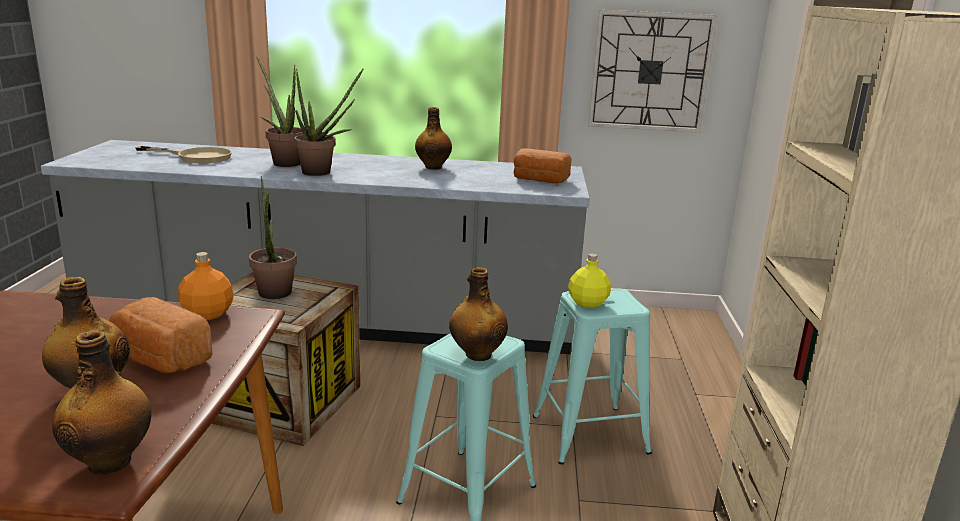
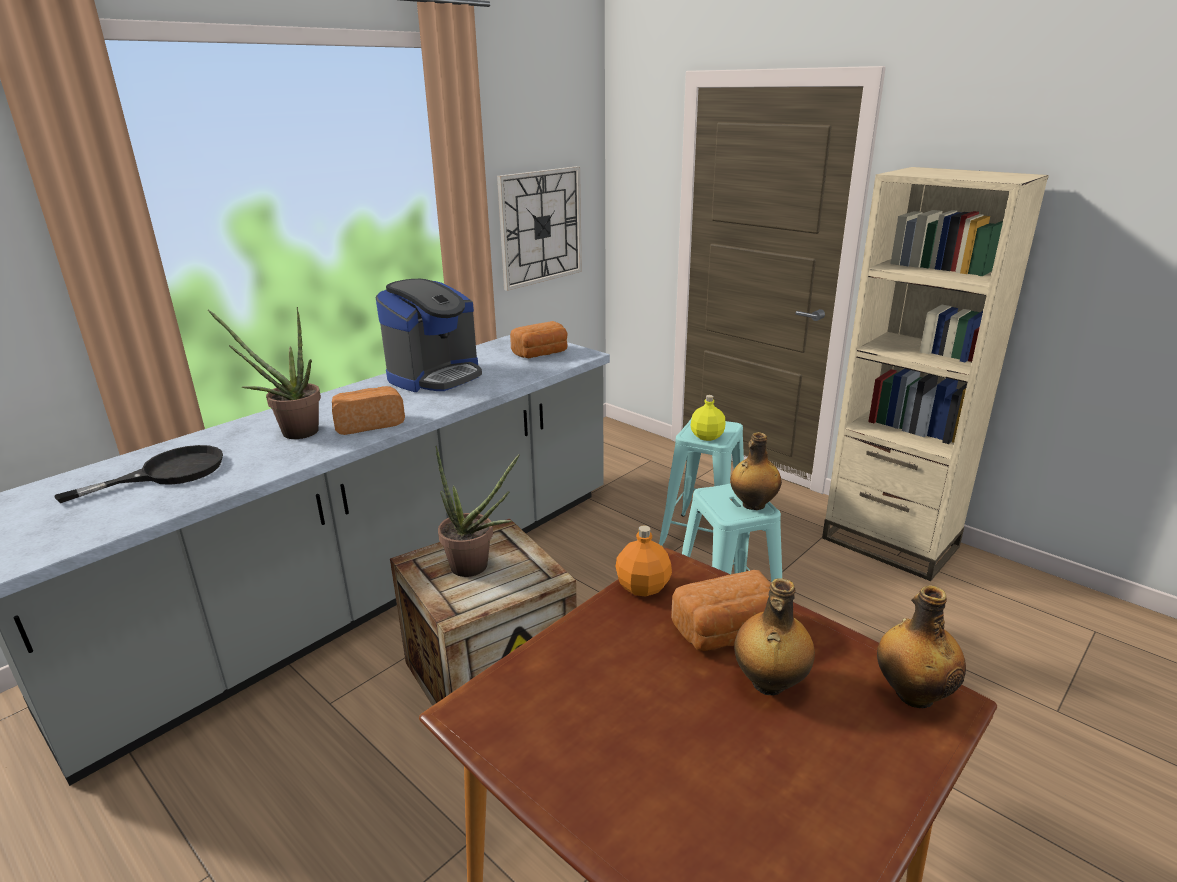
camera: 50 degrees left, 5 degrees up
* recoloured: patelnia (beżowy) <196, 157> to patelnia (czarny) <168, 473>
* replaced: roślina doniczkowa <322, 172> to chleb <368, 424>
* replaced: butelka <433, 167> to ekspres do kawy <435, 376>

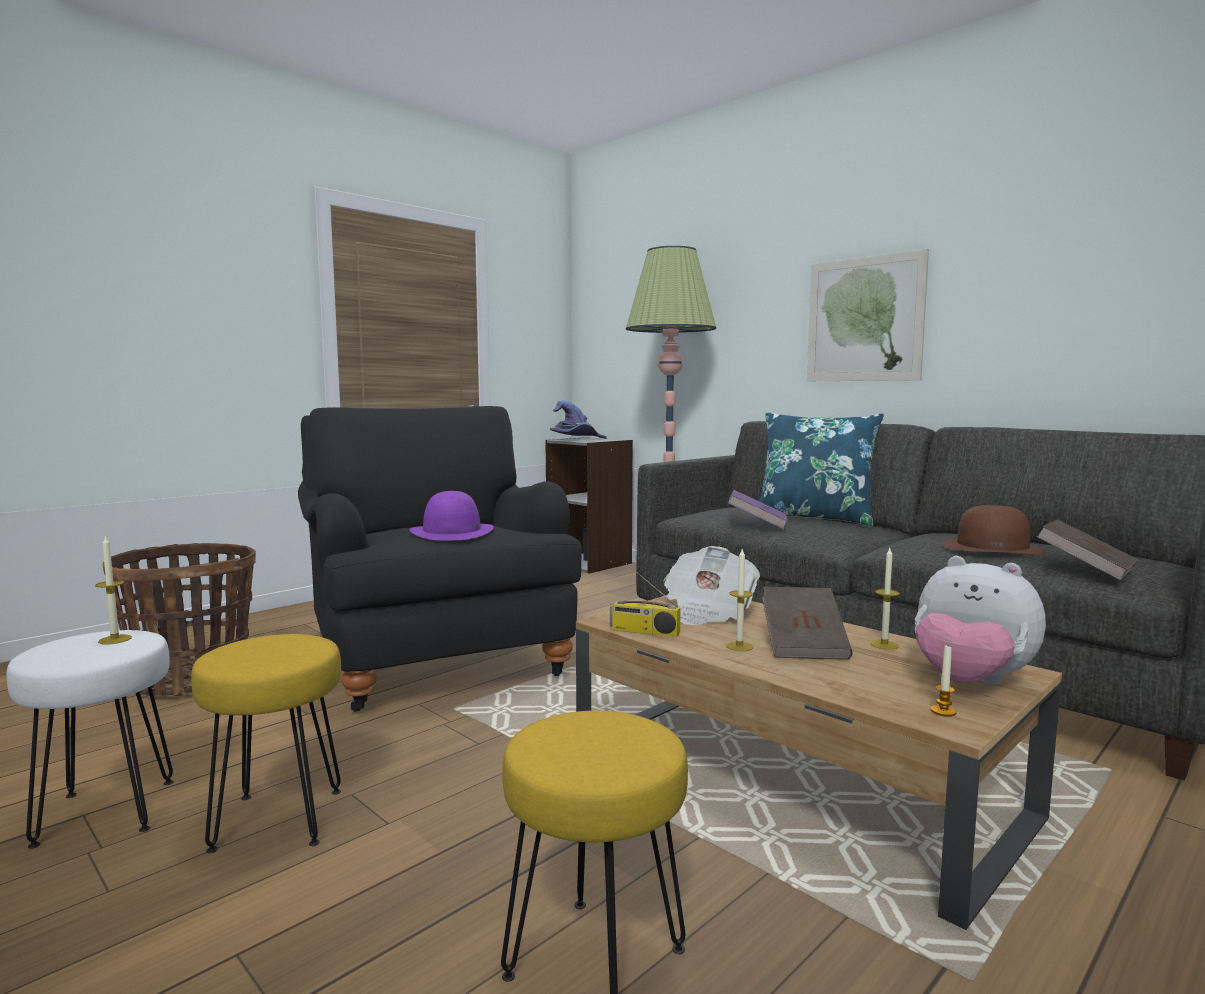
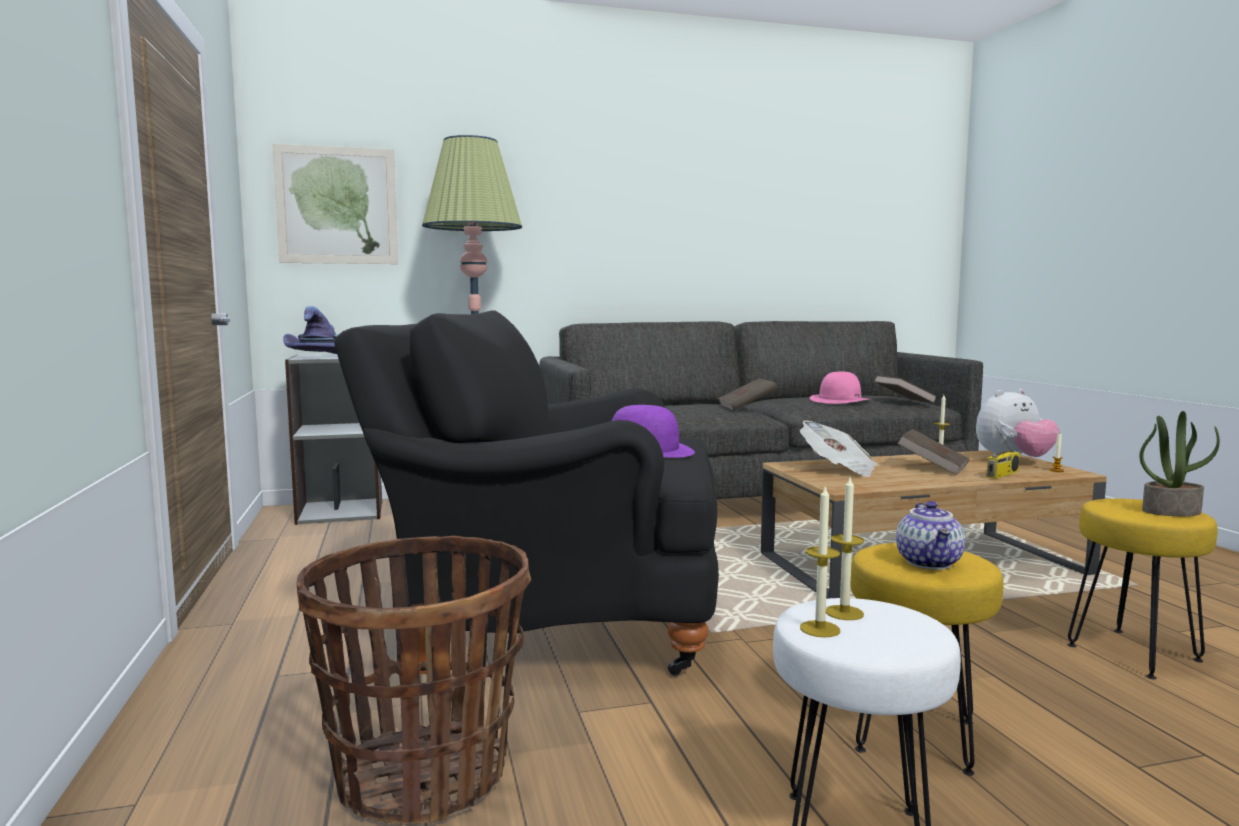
camera: 60 degrees left, 0 degrees up
* moved: radio <644, 631> to <1002, 474>
* moved: świeca <739, 646> to <820, 629>
* removed: książka (fioletowy) <757, 524>
* removed: poduszka (niebieski) <814, 518>
* moved: obraz <864, 319> to <337, 205>
* recoloured: kapelusz (brązowy) <992, 548> to kapelusz (różowy) <839, 400>
* added: książka (brązowy) <746, 407>
* added: imbryk <930, 563>
* added: roślina doniczkowa <1171, 511>

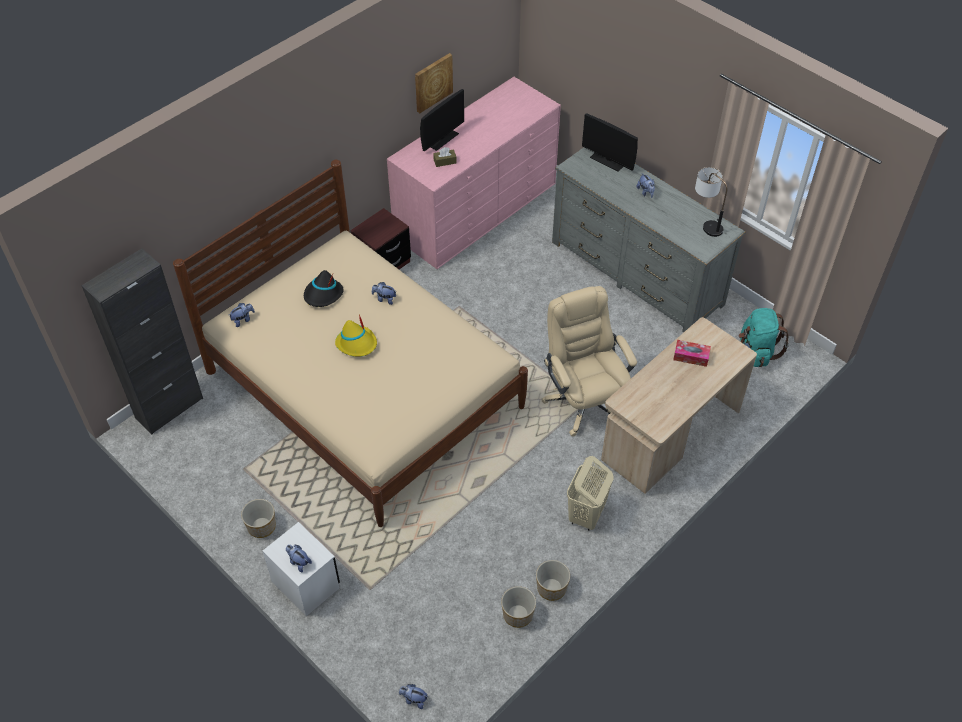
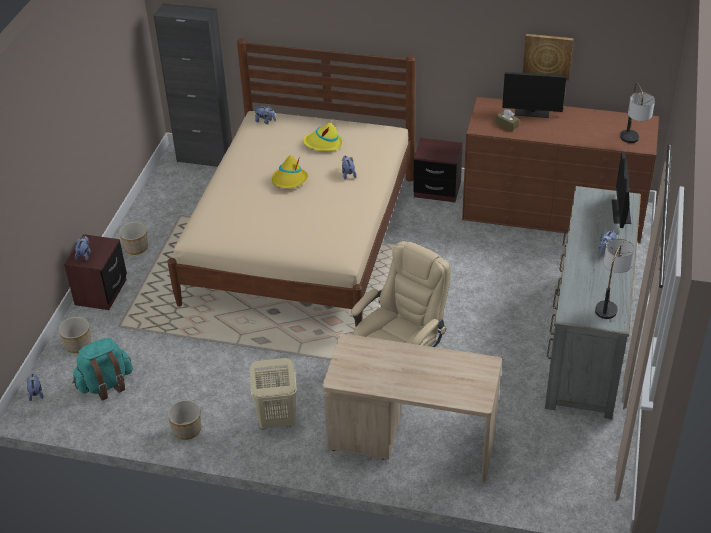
camera: 60 degrees right, 10 degrees down
* recoloured: szafka nocna (biały) <306, 584> to szafka nocna (brązowy) <101, 292>
* recoloured: kapelusz (czarny) <323, 295> to kapelusz (żółty) <323, 144>
* recoloured: komoda (różowy) <476, 210> to komoda (brązowy) <553, 211>
* moved: donica <518, 614> to <78, 345>
* removed: pudełko chusteczek <691, 356>
* moved: plecak (turkusowy) <756, 351> to <106, 384>
* added: lampa stołowa <632, 143>

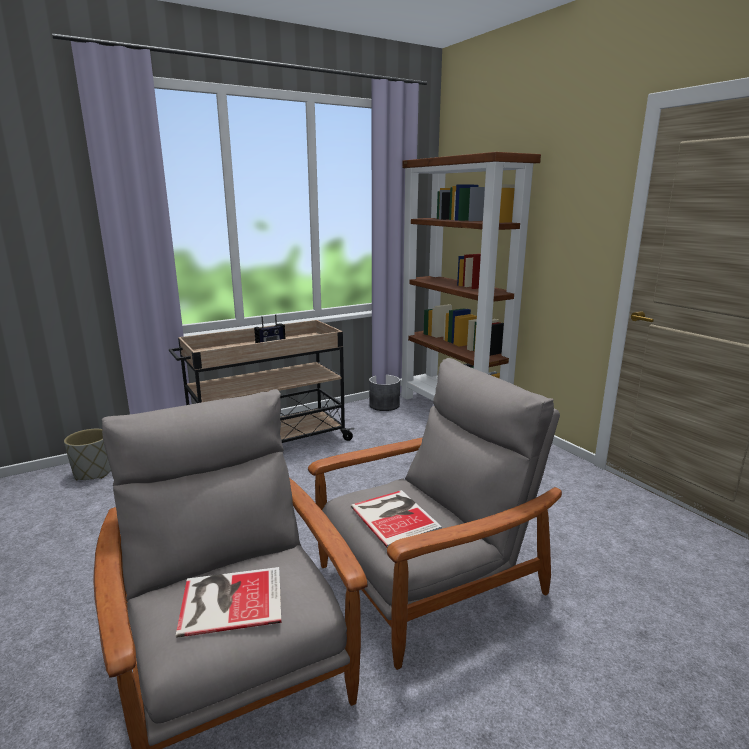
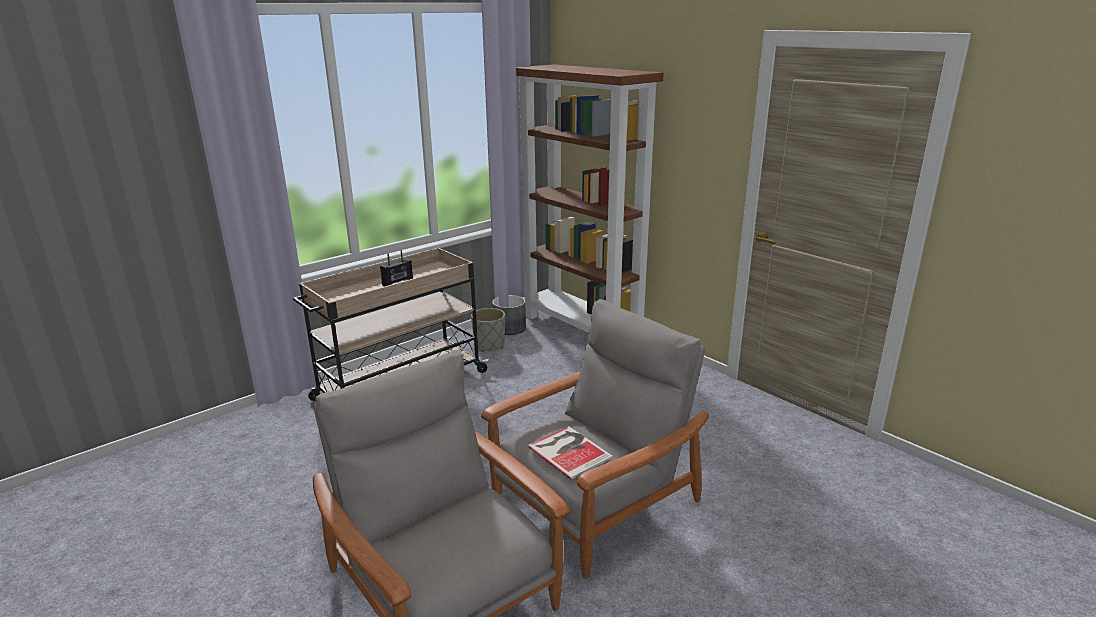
camera: 10 degrees left, 5 degrees up
* moved: donica (szary) <94, 473> to <489, 345>
* removed: książka <229, 599>

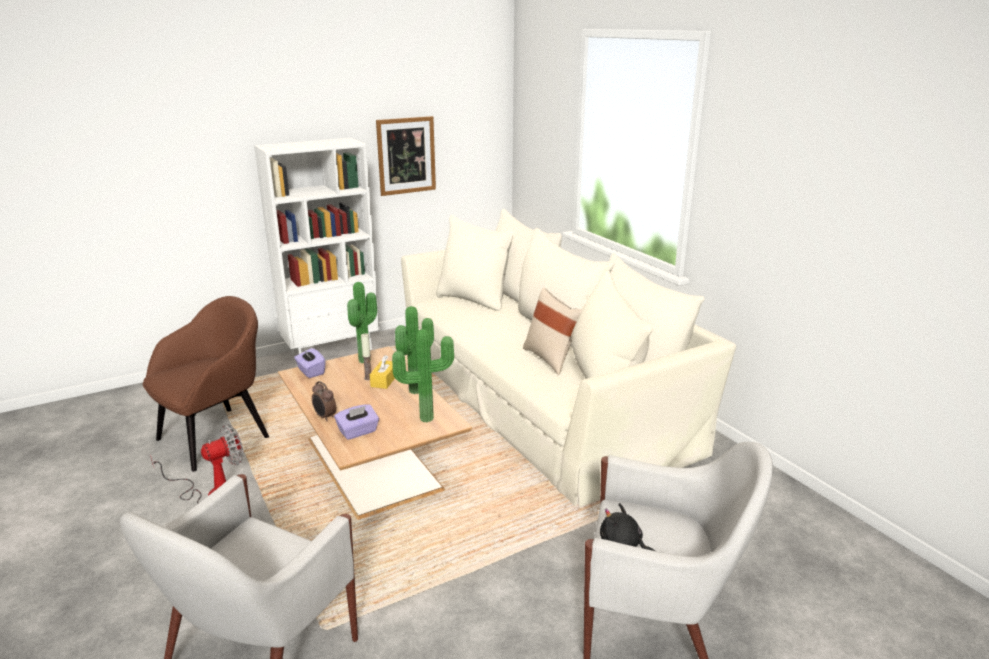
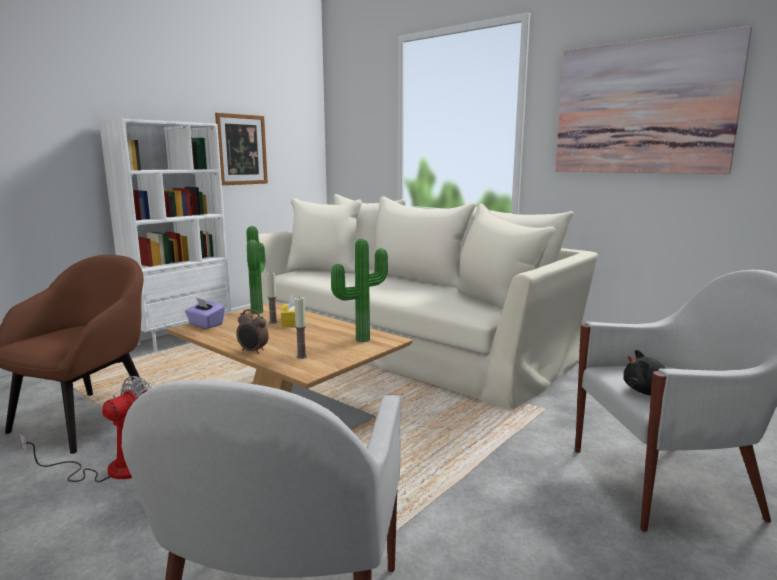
camera: 20 degrees left, 10 degrees down
* replaced: pudełko chusteczek (fioletowy) <358, 432> to świeca <301, 356>
* removed: roślina doniczkowa <417, 391>
* removed: poduszka (beżowy) <551, 359>
* added: obraz <642, 108>

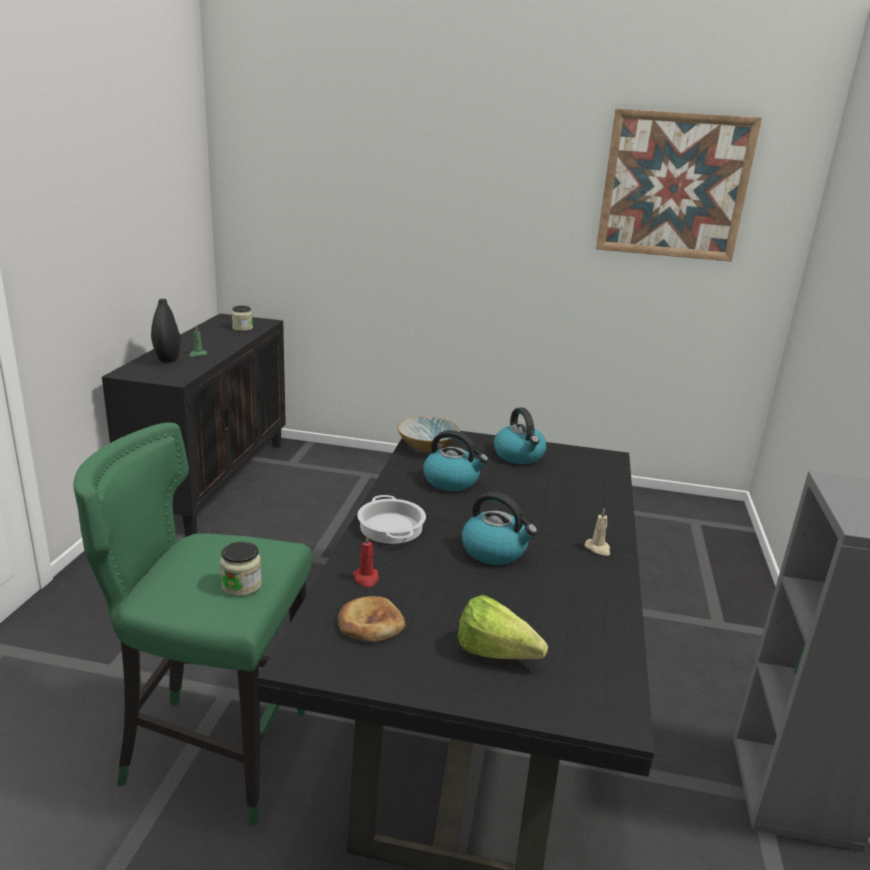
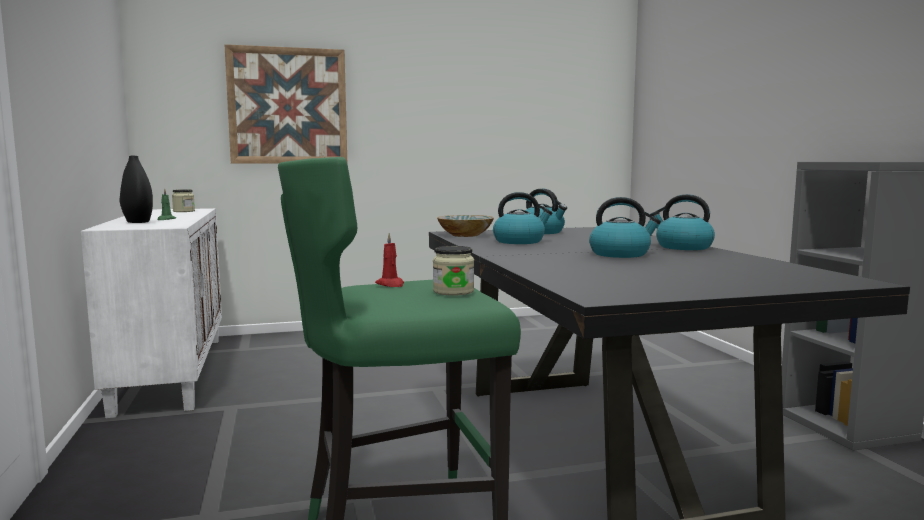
camera: 25 degrees left, 15 degrees down
* recoloured: szafka (czarny) <212, 481> to szafka (biały) <170, 372>
* removed: chleb <370, 624>
* moved: świeca (czerwony) <366, 578> to <390, 284>
* removed: garnek <390, 527>
* removed: sałata <501, 657>
* replaced: świeca (beżowy) <598, 549> to czajnik <682, 247>
* moved: obraz <674, 186> to <288, 106>

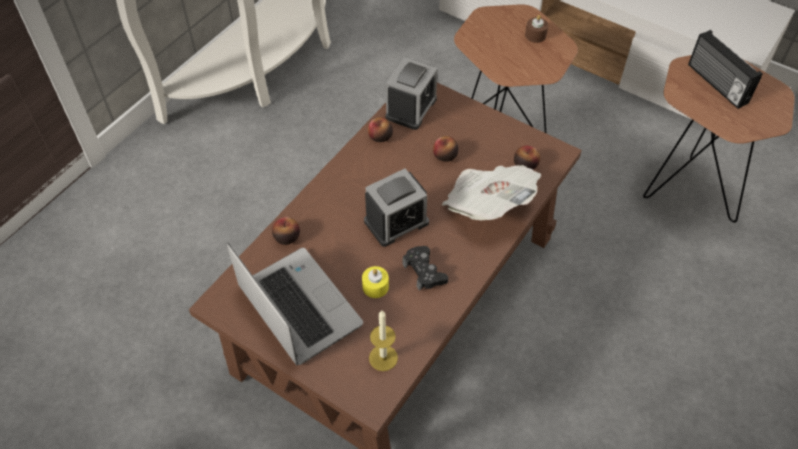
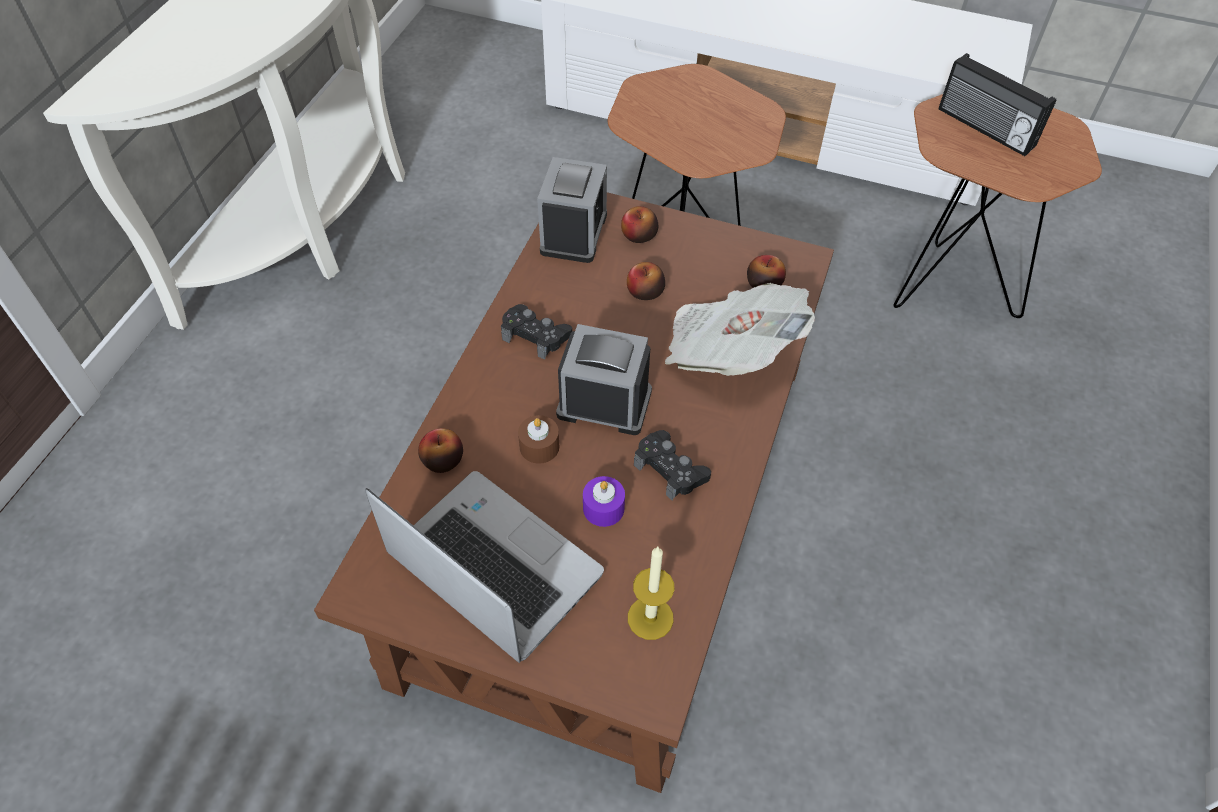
camera: 15 degrees left, 0 degrees up
* recoloured: świeca (żółty) <375, 286> to świeca (fioletowy) <603, 508>
* turned: budzik <396, 222> = <604, 403> 120 degrees counterclockwise
* moved: jabłko <380, 136> to <639, 235>
* moved: świeca (brązowy) <535, 35> to <539, 446>
* added: pad do gier (czarny) <535, 336>

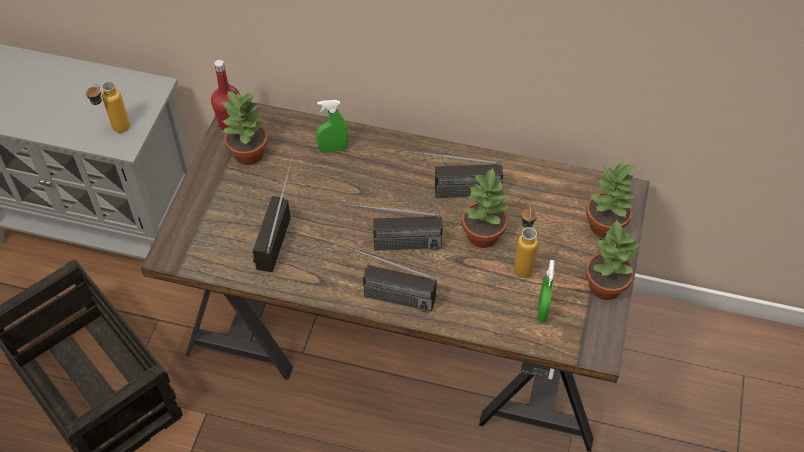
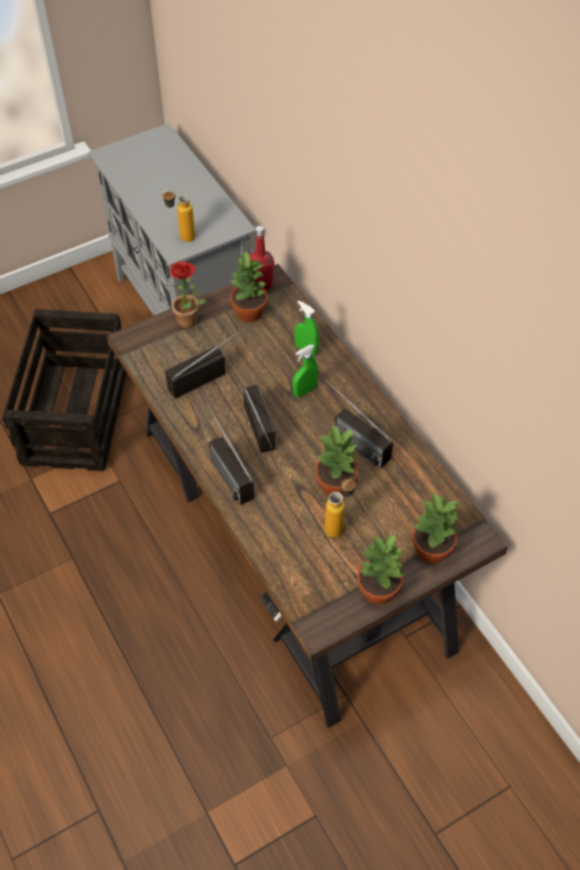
camera: 45 degrees right, 0 degrees up
* turned: radio <389, 245> = <266, 440> 150 degrees counterclockwise
* moved: spryskiwacz (zielony) <542, 310> to <305, 391>
* added: roślina doniczkowa <191, 322>

